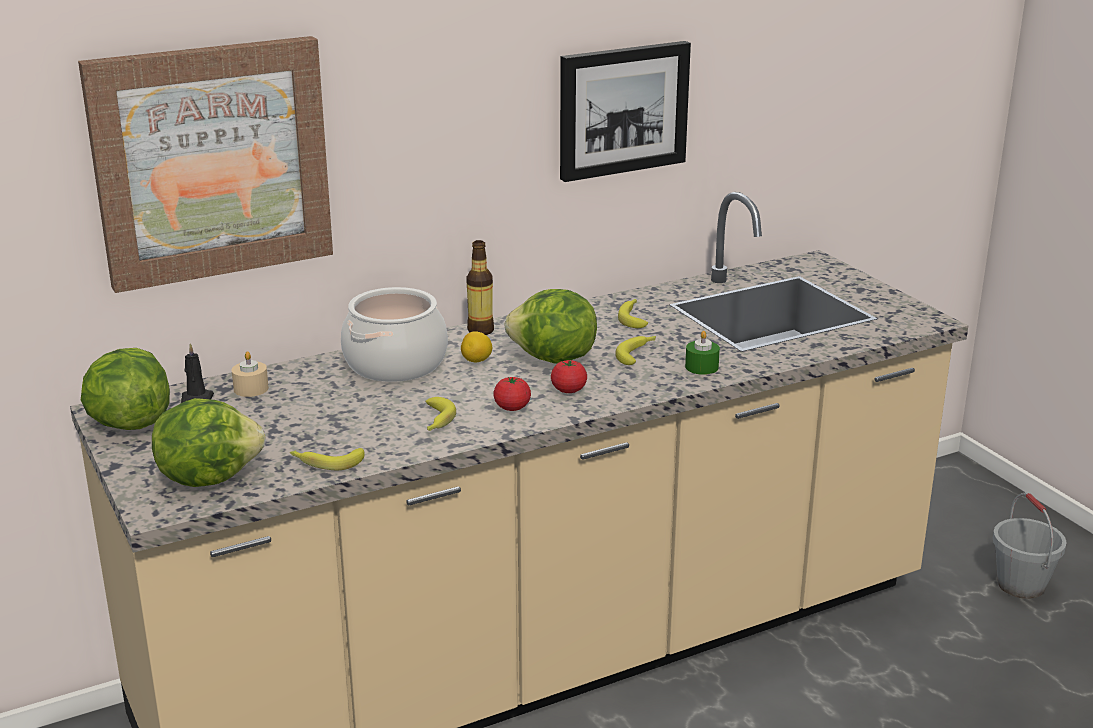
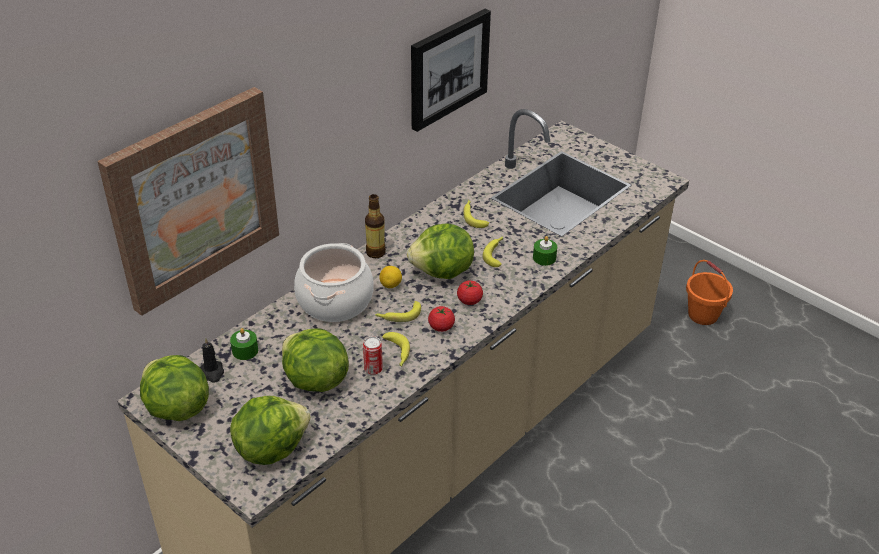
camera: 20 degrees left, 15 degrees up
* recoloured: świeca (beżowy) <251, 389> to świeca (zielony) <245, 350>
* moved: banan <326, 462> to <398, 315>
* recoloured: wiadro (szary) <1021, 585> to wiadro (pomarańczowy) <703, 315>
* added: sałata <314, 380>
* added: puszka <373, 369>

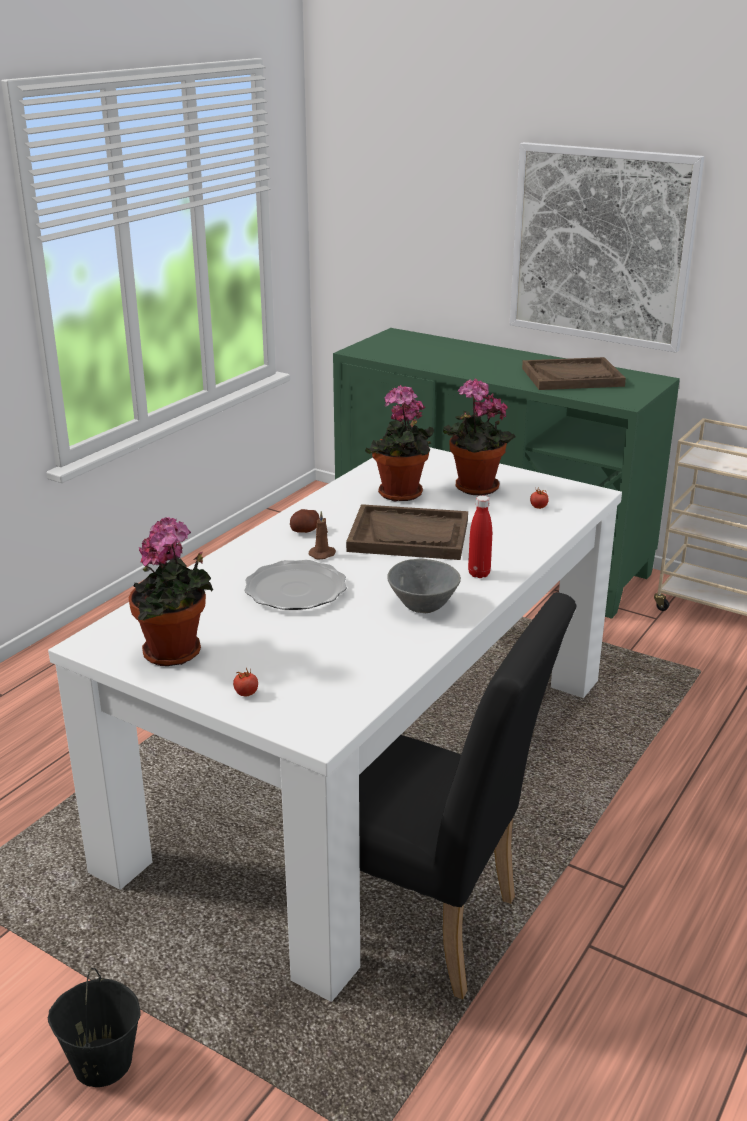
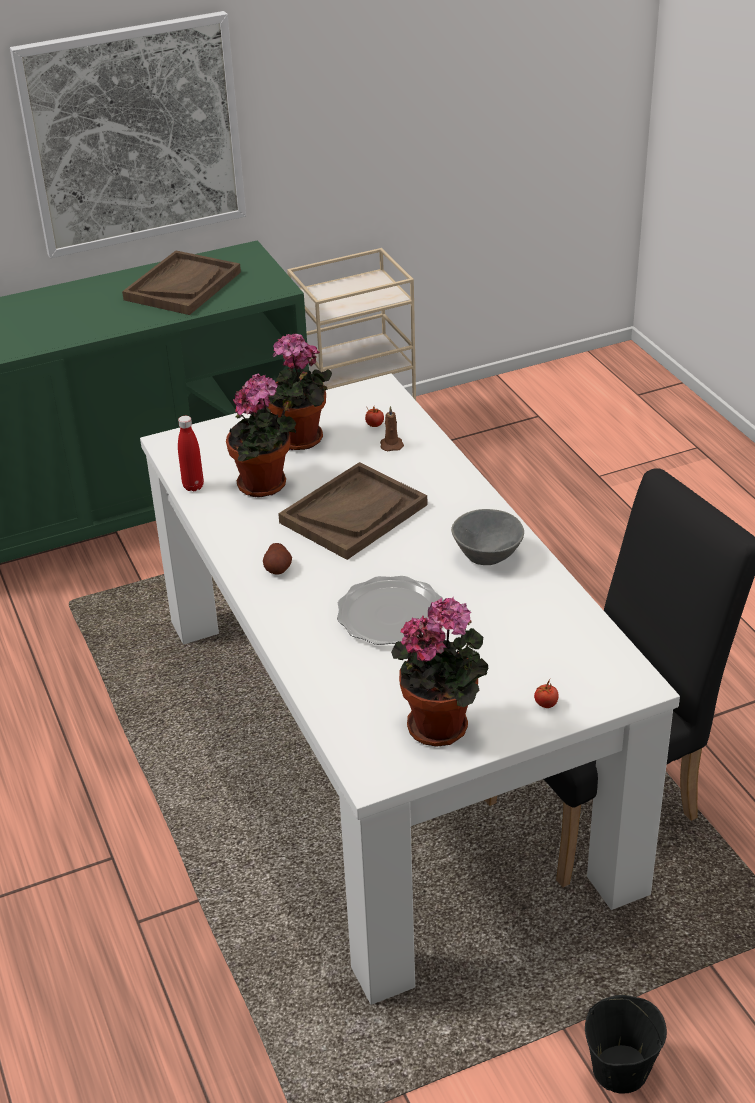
camera: 55 degrees left, 10 degrees up
* moved: świeca (brązowy) <323, 554> to <391, 444>
* moved: butelka (czerwony) <479, 574> to <193, 486>

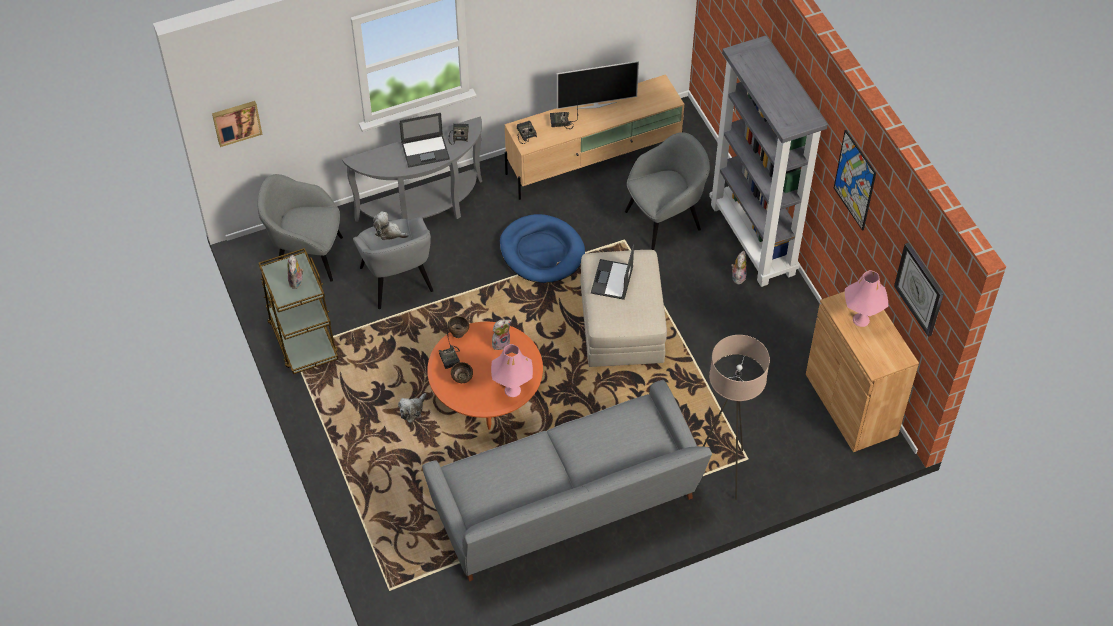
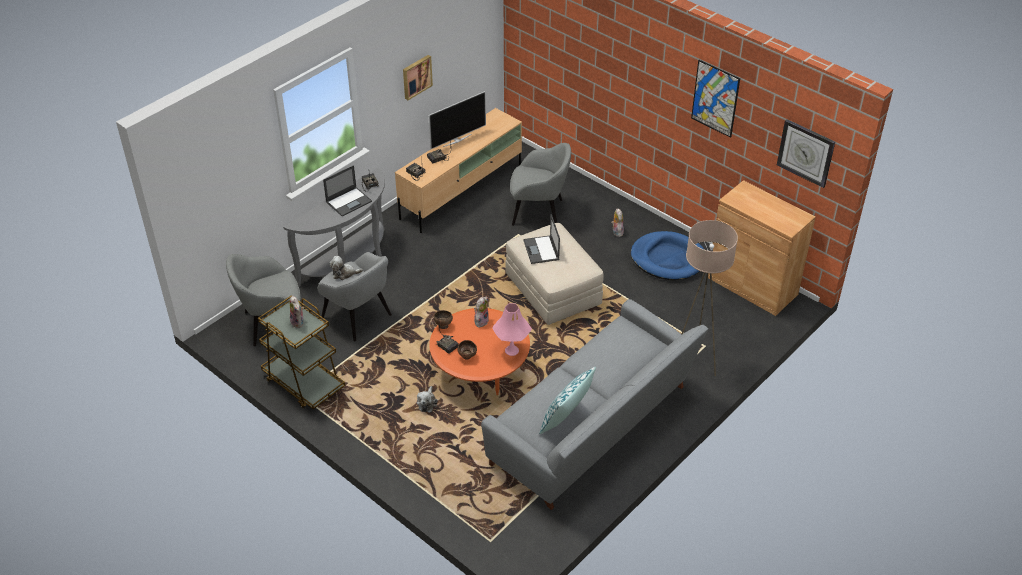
camera: 25 degrees left, 10 degrees down
* moved: obraz <236, 122> to <416, 76>
* moved: legowisko (niebieski) <542, 251> to <668, 259>
* turned: fotel (szary) <664, 219> = <539, 212> 60 degrees clockwise
* removed: regał (szary) <753, 240>
* removed: lampa stołowa (różowy) <861, 319>
* added: poduszka <566, 419>

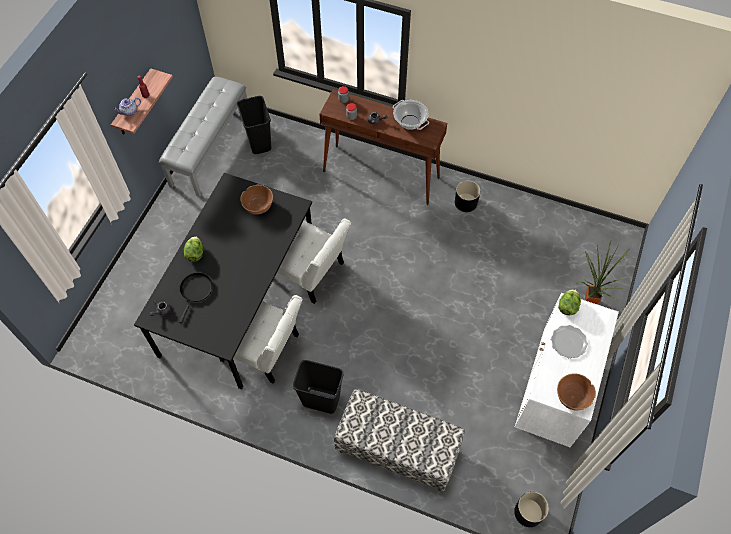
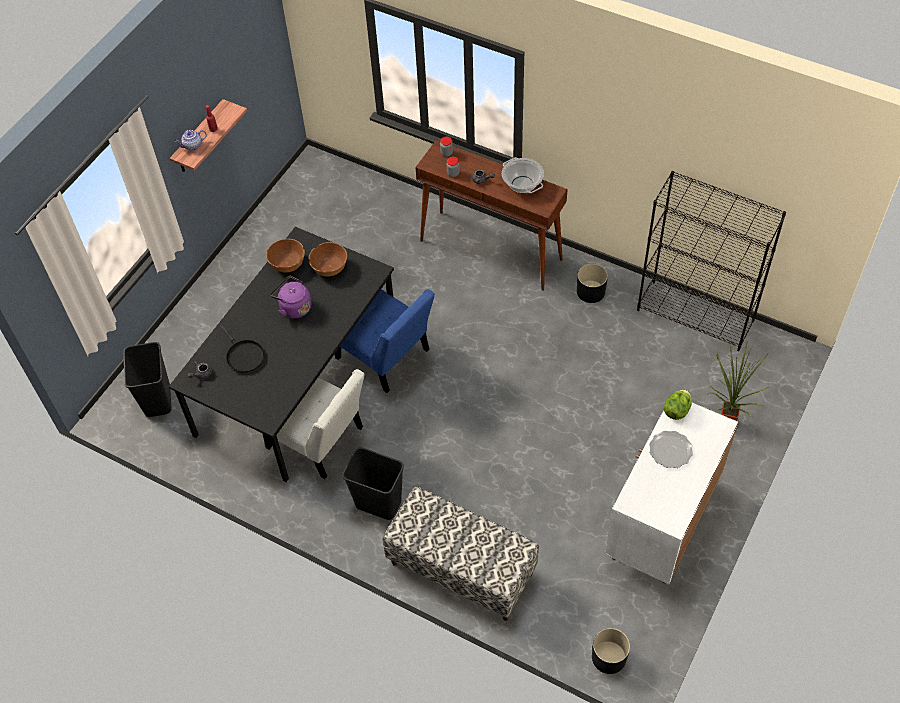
camera: 10 degrees right, 5 degrees down
* removed: ławka (szary) <210, 148>
* turned: patelnia (czarny) <196, 291> = <244, 356> 120 degrees clockwise
* removed: sałata <195, 254>
* moved: kosz na śmieci (czarny) <259, 142> to <157, 400>
* recoloured: krzesło (biały) <309, 273> to krzesło (niebieski) <386, 357>
* moved: miska (brązowy) <572, 397> to <287, 263>
* added: czajnik (fioletowy) <294, 307>
* added: regał (czarny) <696, 315>

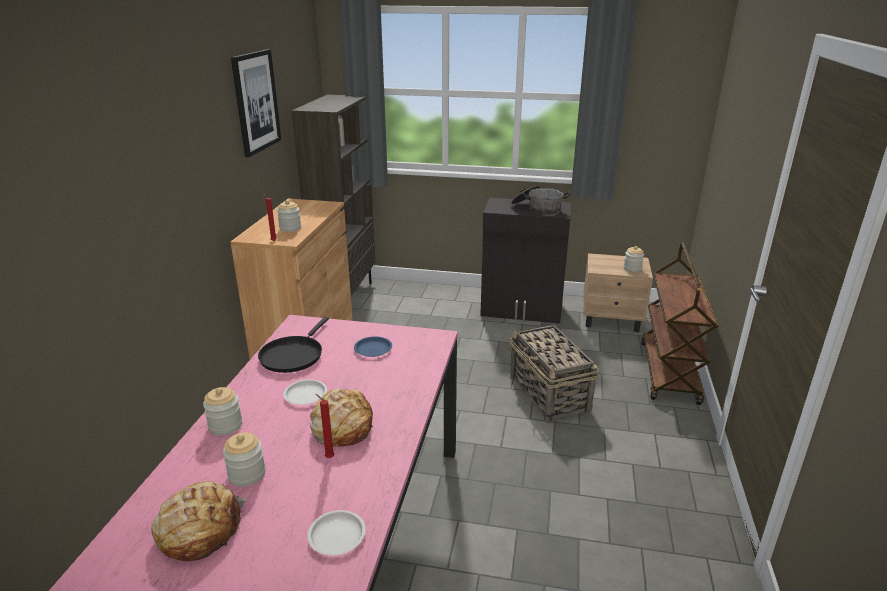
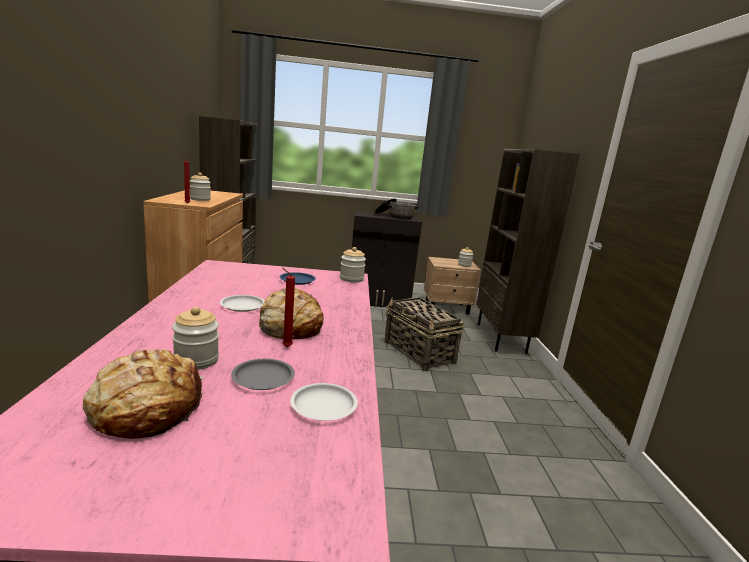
camera: 15 degrees left, 10 degrees down
* moved: słoik <225, 425> to <351, 279>
* removed: obraz <256, 102>
* removed: patelnia (czarny) <293, 355>
* replaced: wózek (brązowy) <669, 373> to regał (brązowy) <502, 338>
* added: talerz (szary) <263, 378>

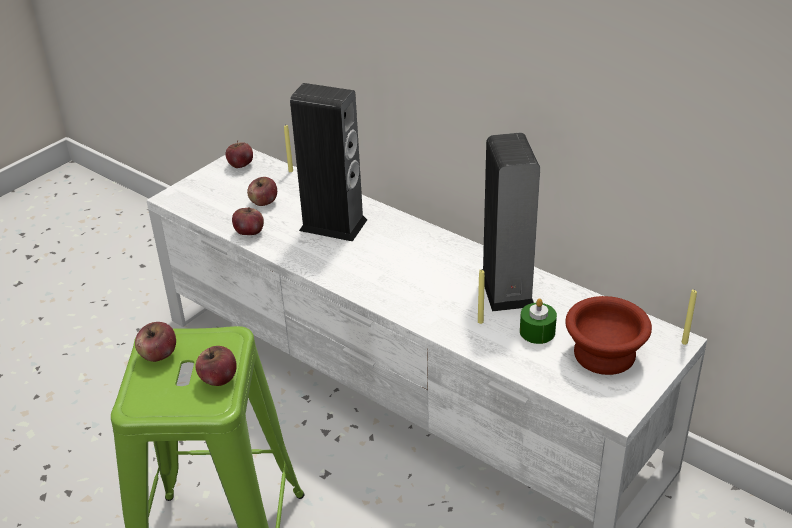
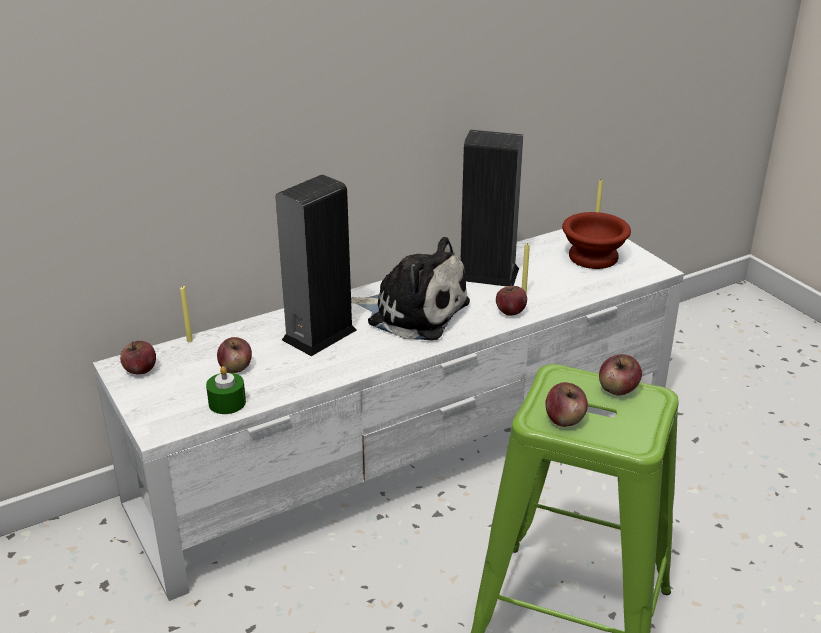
camera: 70 degrees left, 5 degrees down
* moved: jabłko <249, 232> to <510, 312>
* moved: świeca (zielony) <537, 332> to <227, 403>
* added: pluszak <413, 312>

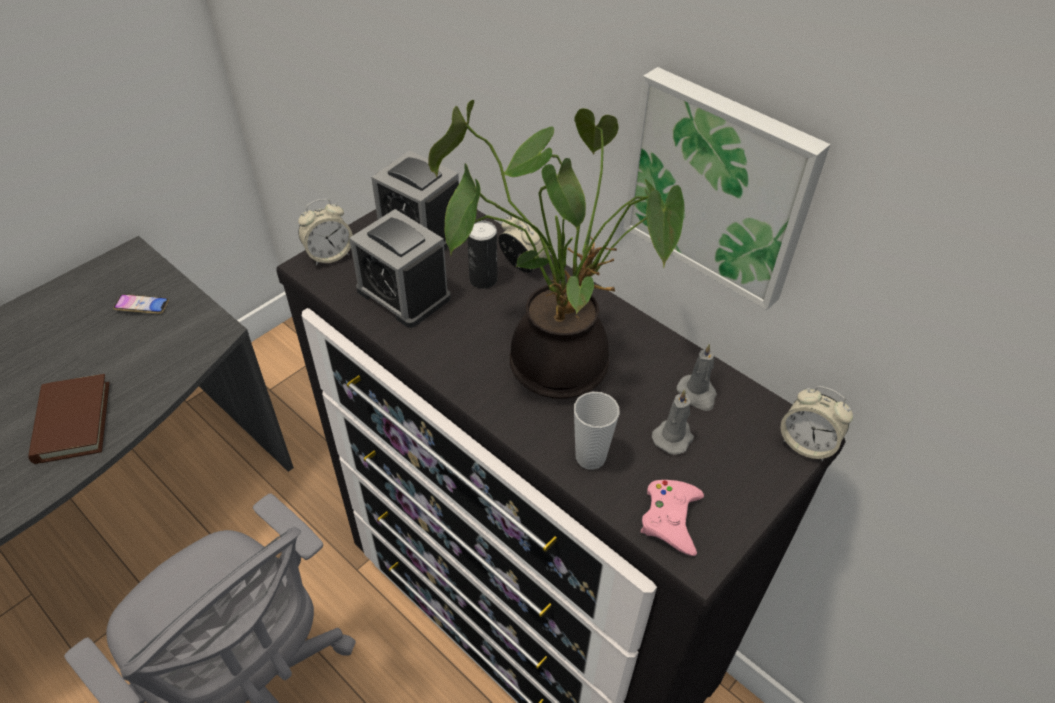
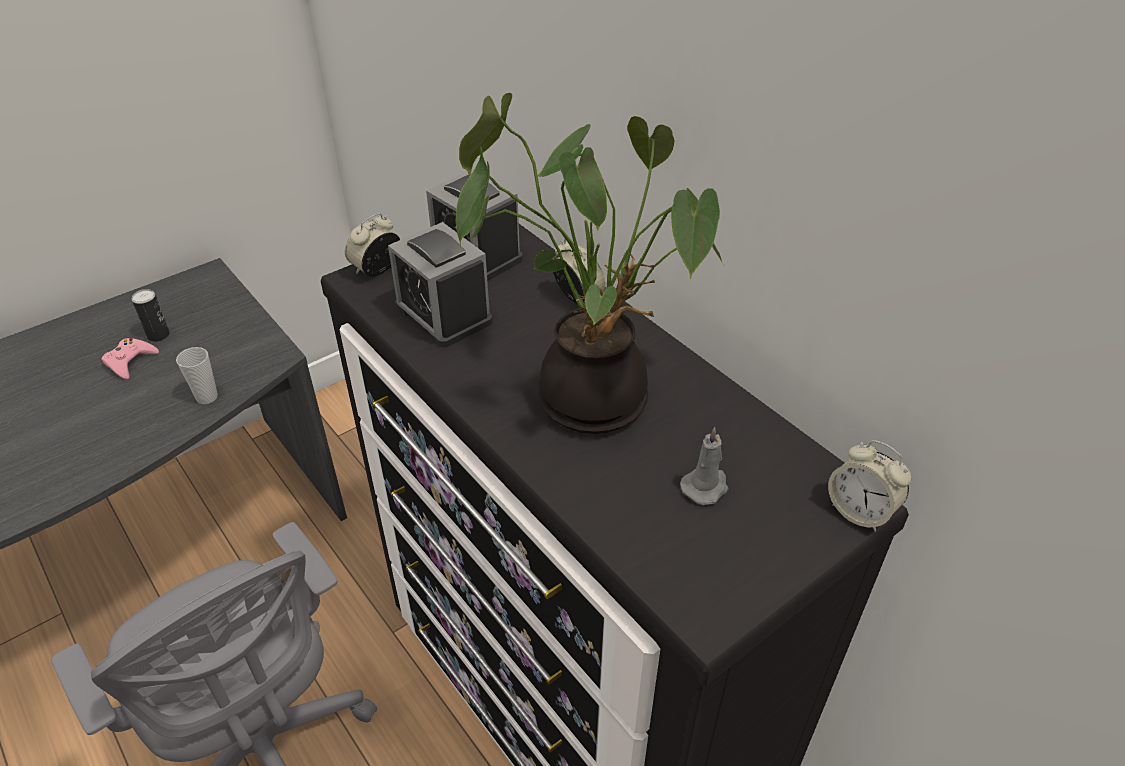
camera: 10 degrees right, 5 degrees down
* removed: książka (brązowy) <72, 422>
* removed: telefon <142, 306>
* turned: budzik <329, 255> = <377, 270> 150 degrees clockwise
* moved: puszka <483, 279> to <158, 335>
* moved: filiżanka <590, 457> to <207, 397>
* removed: obraz <720, 186>
* moved: pad do gier (różowy) <671, 519> to <130, 361>
* removed: świeca (szary) <697, 394>

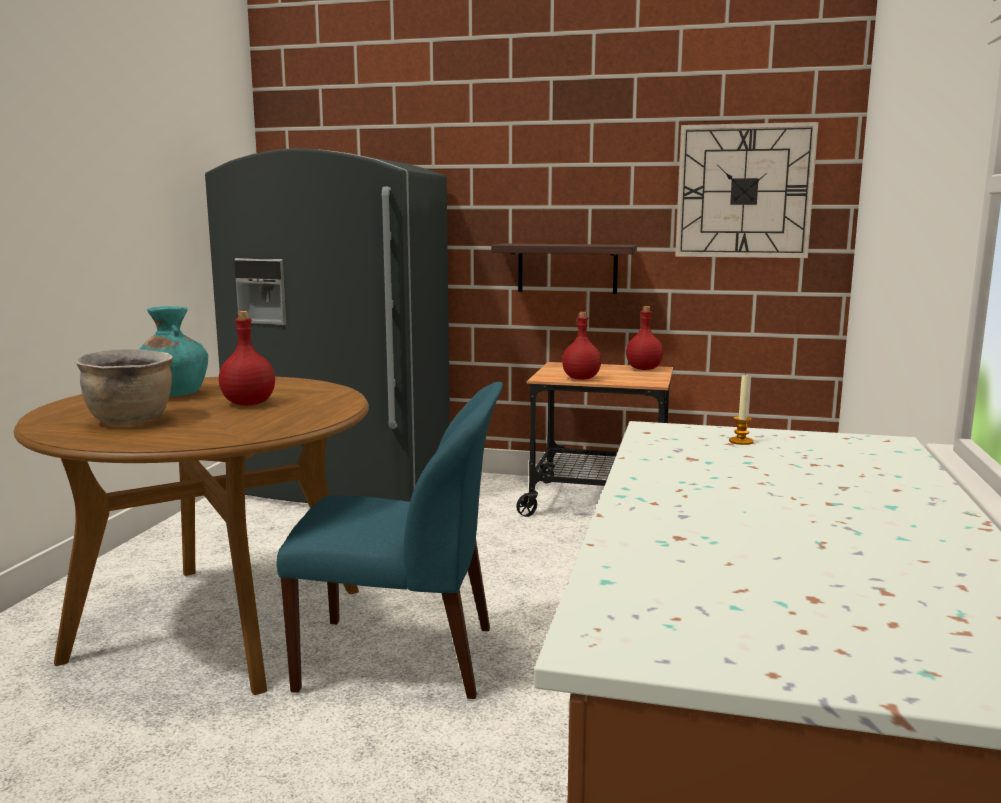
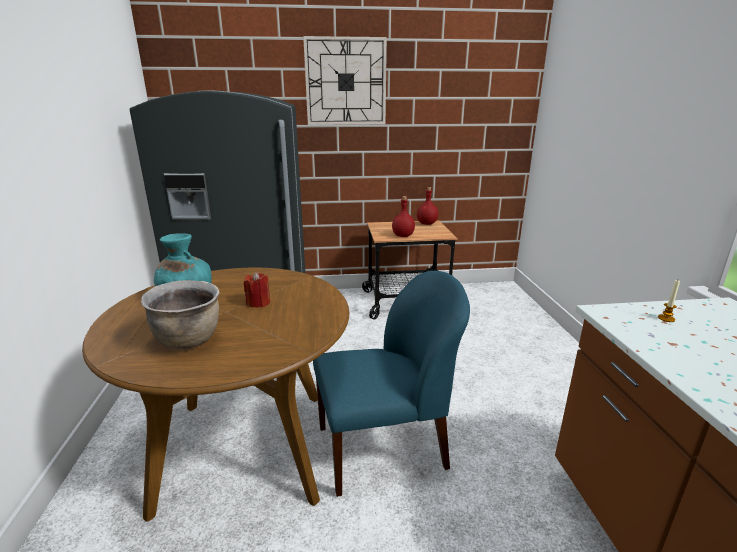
camera: 20 degrees left, 10 degrees up
* replaced: butelka (czerwony) <249, 403> to świeca (czerwony) <258, 303>
* removed: półka <567, 268>
* moved: zegar ścienny <744, 191> to <346, 82>

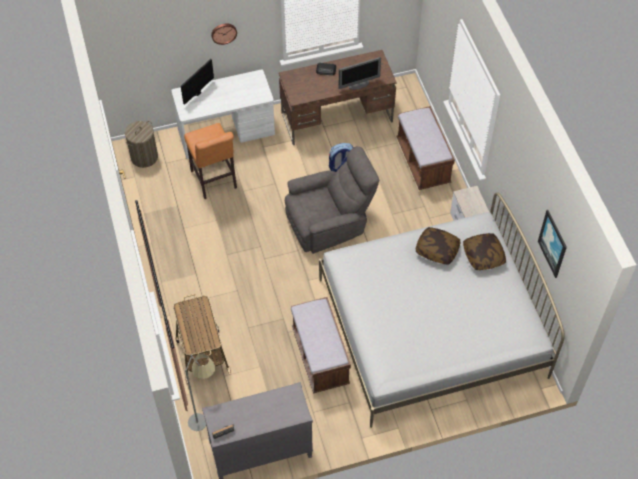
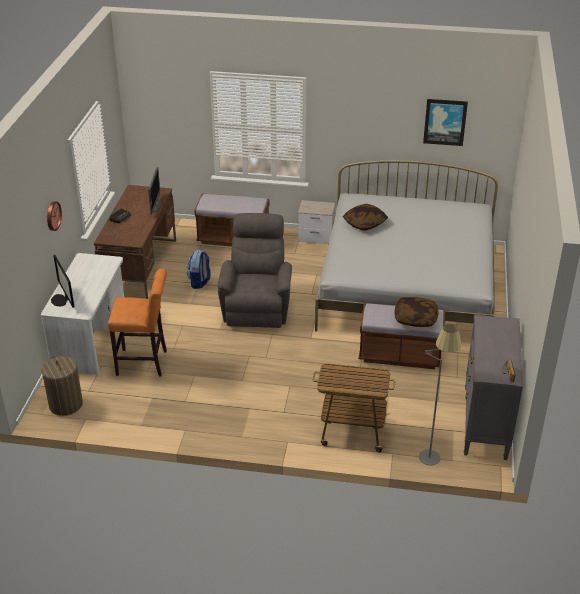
camera: 65 degrees left, 20 degrees down
* moved: poduszka <483, 256> to <415, 318>

